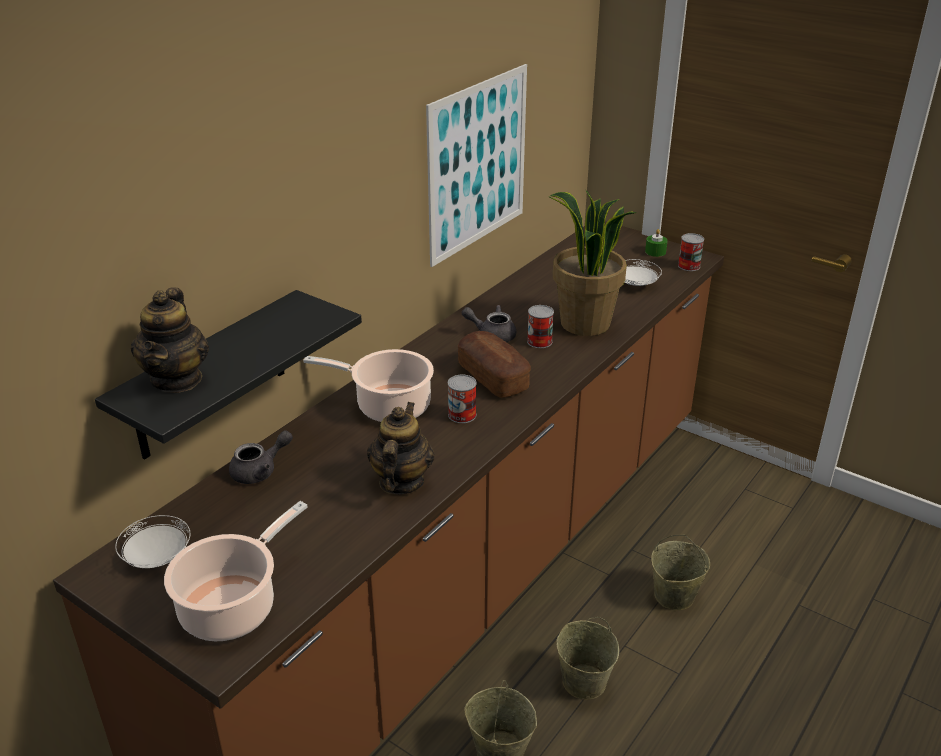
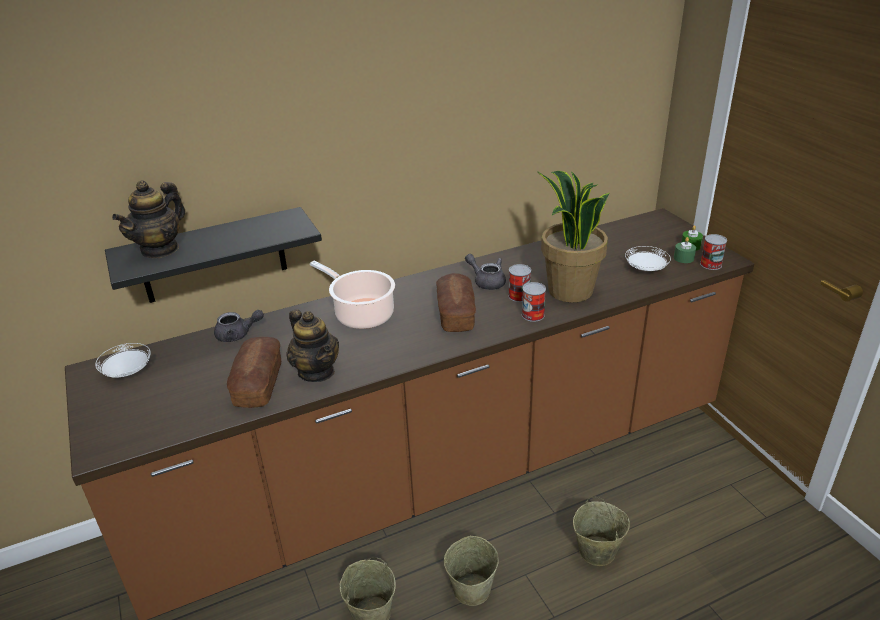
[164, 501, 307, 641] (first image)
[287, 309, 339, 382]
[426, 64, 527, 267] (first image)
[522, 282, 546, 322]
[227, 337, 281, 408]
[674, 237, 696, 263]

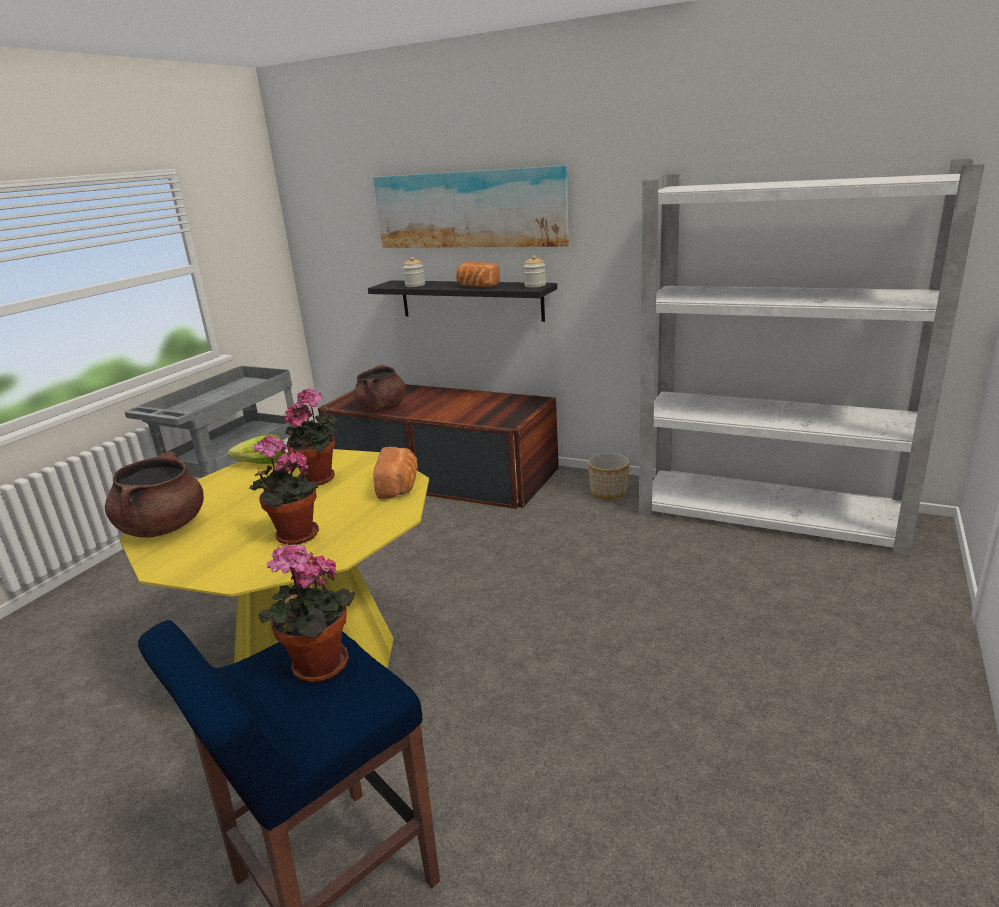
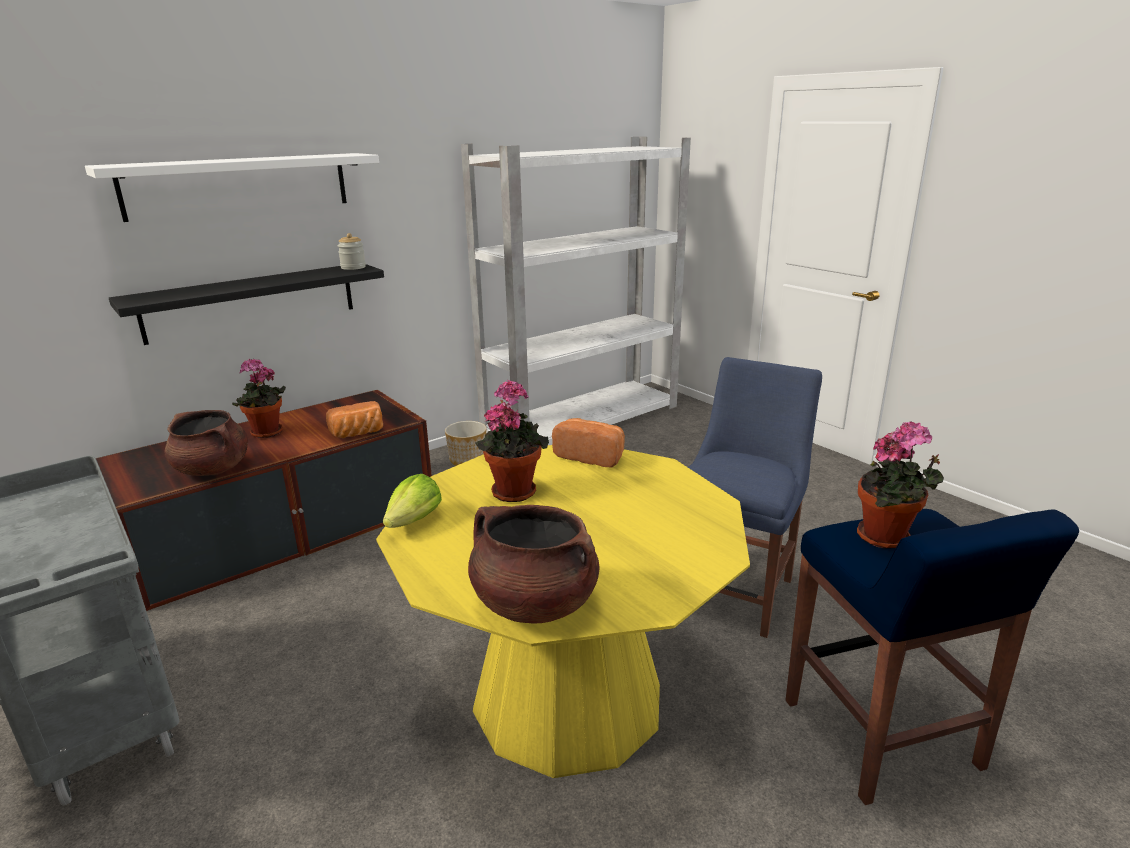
[232, 359, 286, 438]
[85, 153, 379, 222]
[403, 257, 425, 287] (first image)
[326, 401, 383, 439]
[688, 357, 822, 638]

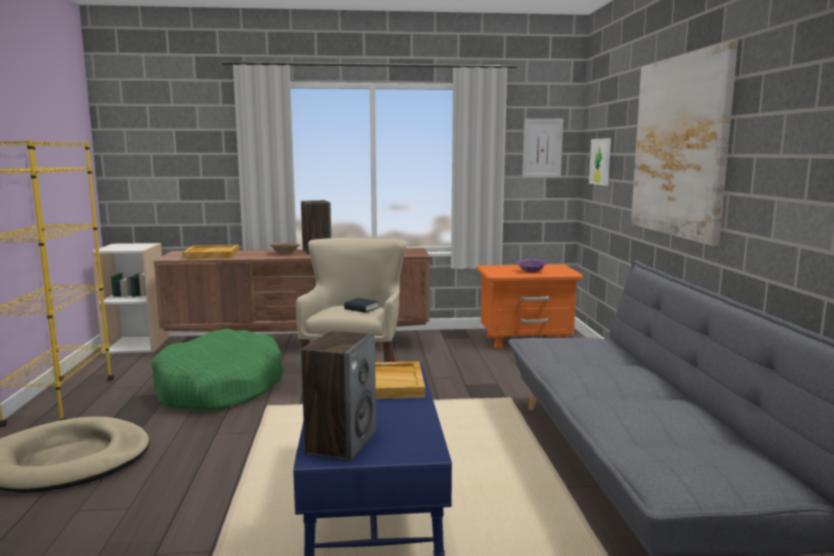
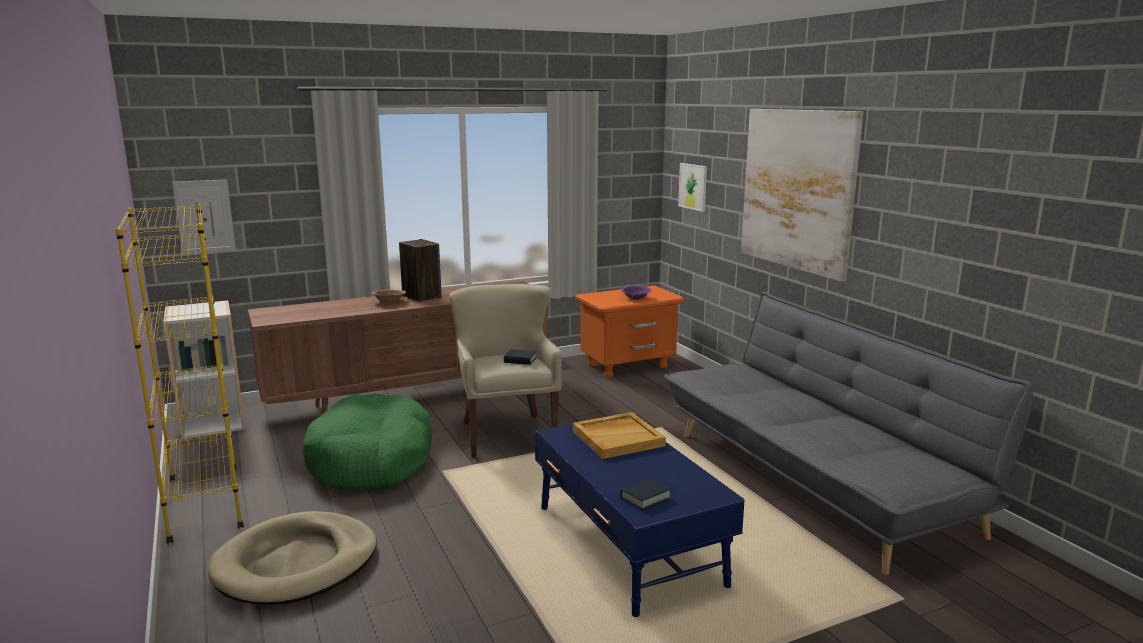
[182, 245, 239, 259] (first image)
[620, 478, 672, 510]
[172, 180, 236, 255]

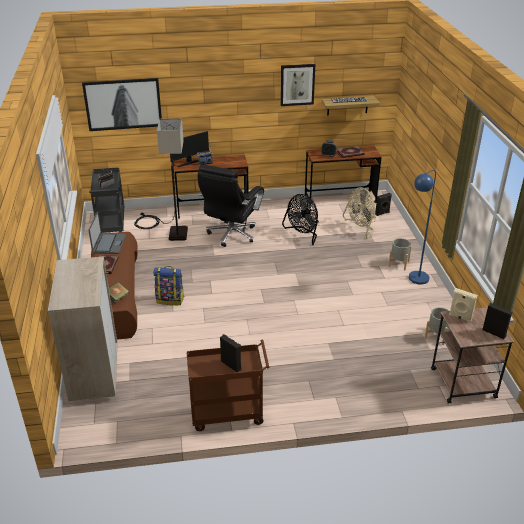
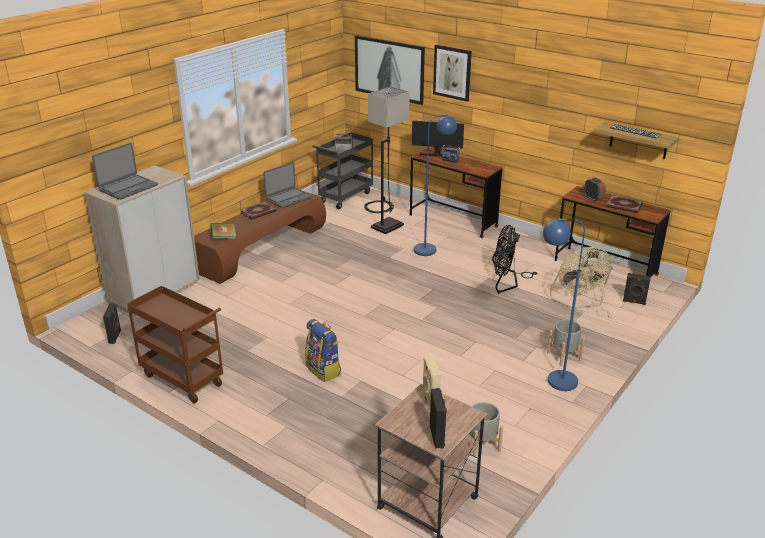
[305, 319, 341, 382]
[414, 115, 457, 256]
[103, 303, 121, 344]
[433, 45, 472, 102]
[550, 247, 613, 318]
[92, 143, 158, 200]

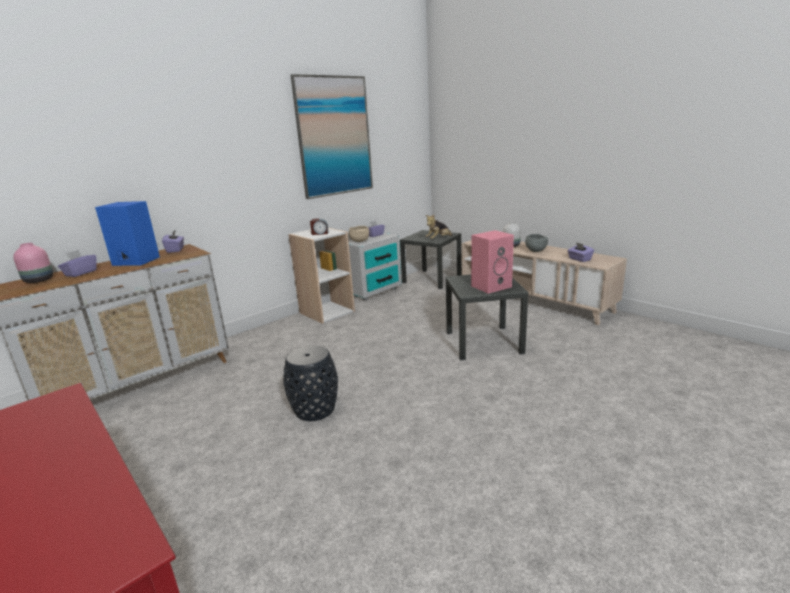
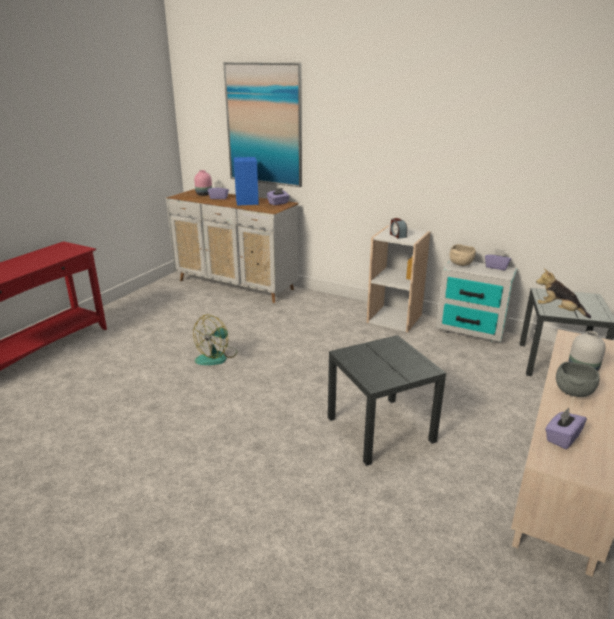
[193, 314, 237, 365]
[223, 62, 302, 187]
[471, 230, 514, 294] (first image)

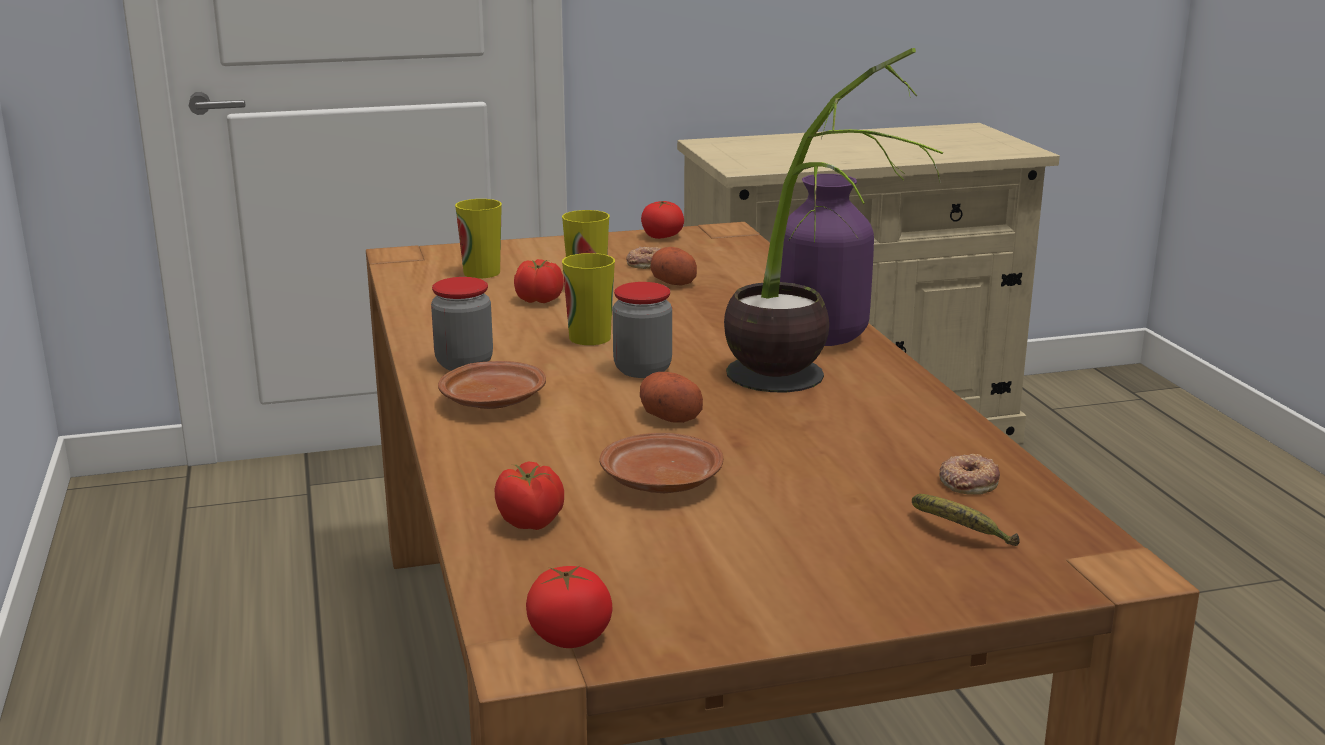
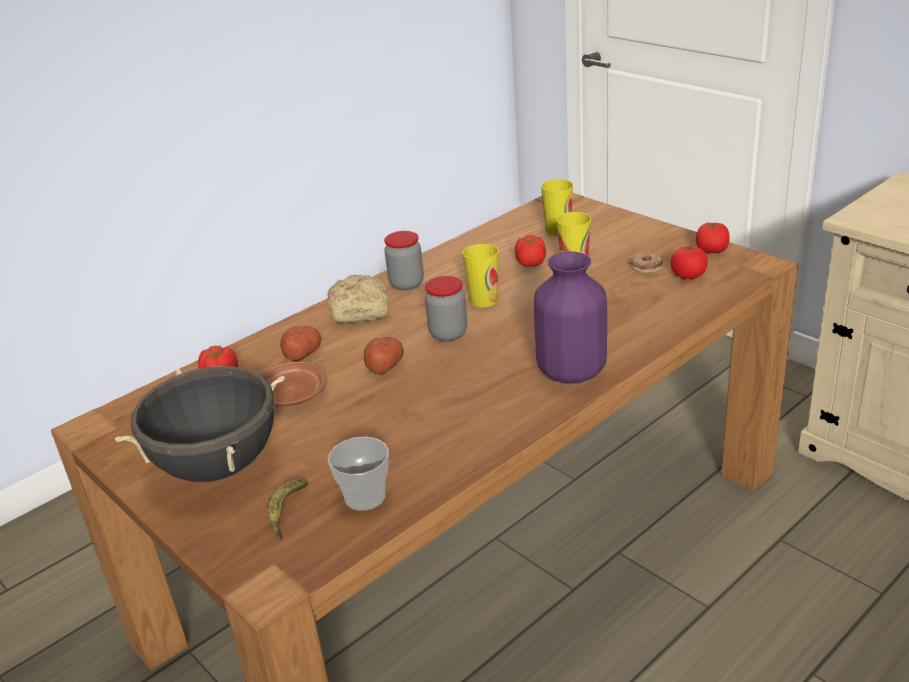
[327, 275, 388, 323]
[670, 245, 708, 279]
[280, 326, 321, 362]
[724, 48, 943, 392] (first image)
[328, 437, 389, 511]
[115, 366, 285, 482]

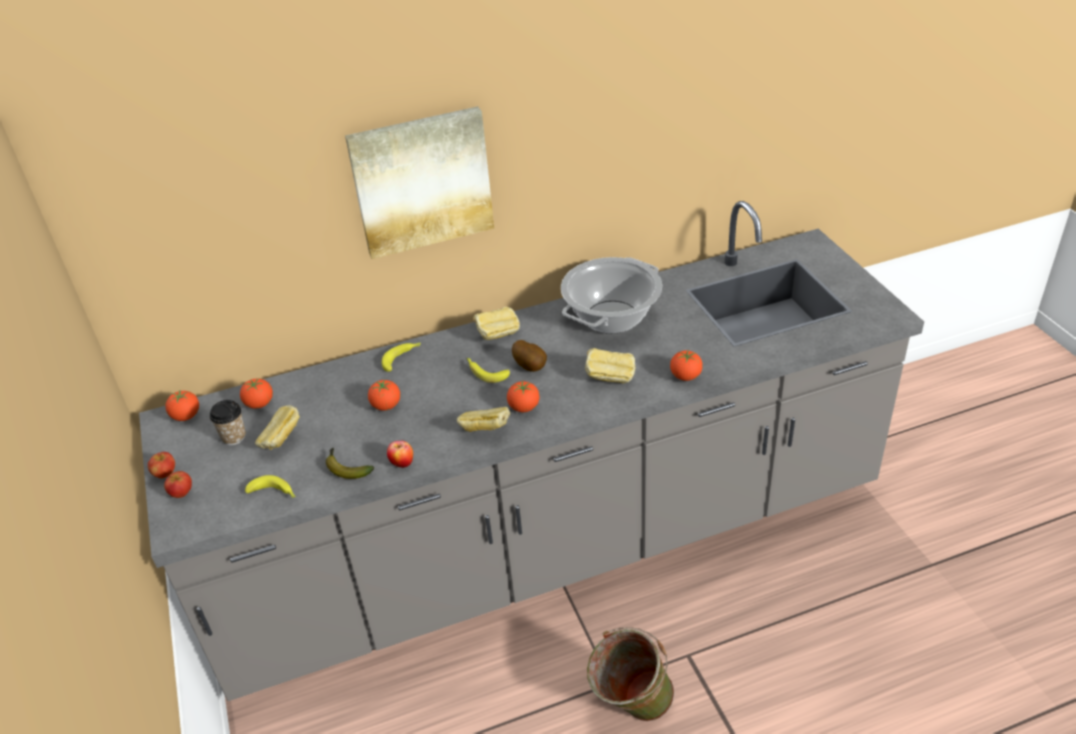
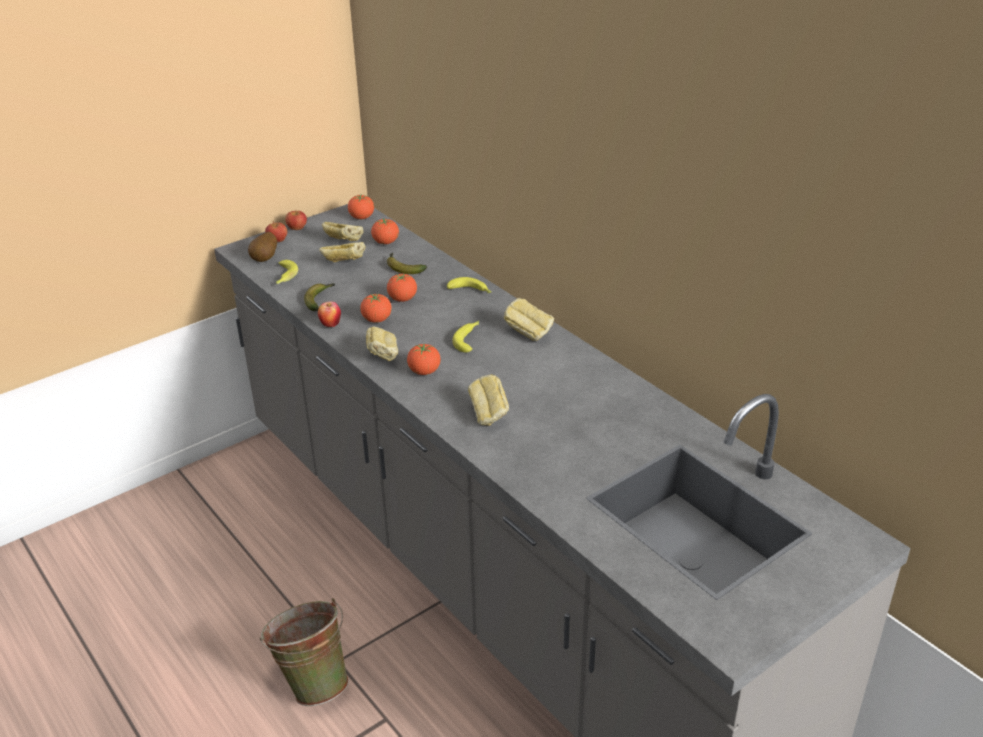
[322, 222, 364, 241]
[345, 106, 494, 259] (first image)
[248, 232, 277, 262]
[561, 257, 662, 334] (first image)
[360, 293, 392, 323]
[387, 253, 427, 274]

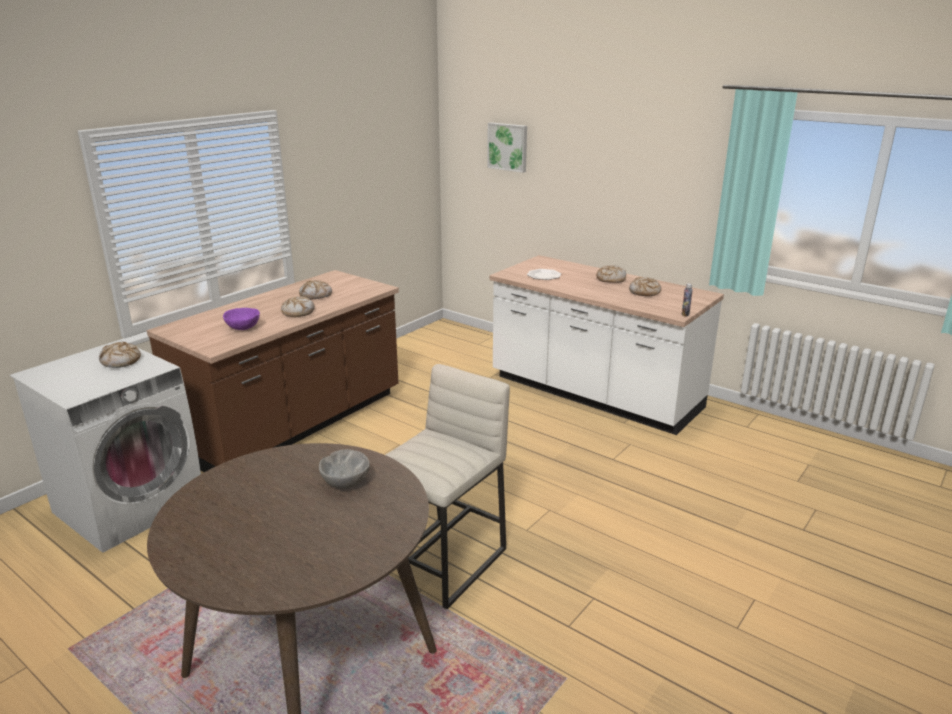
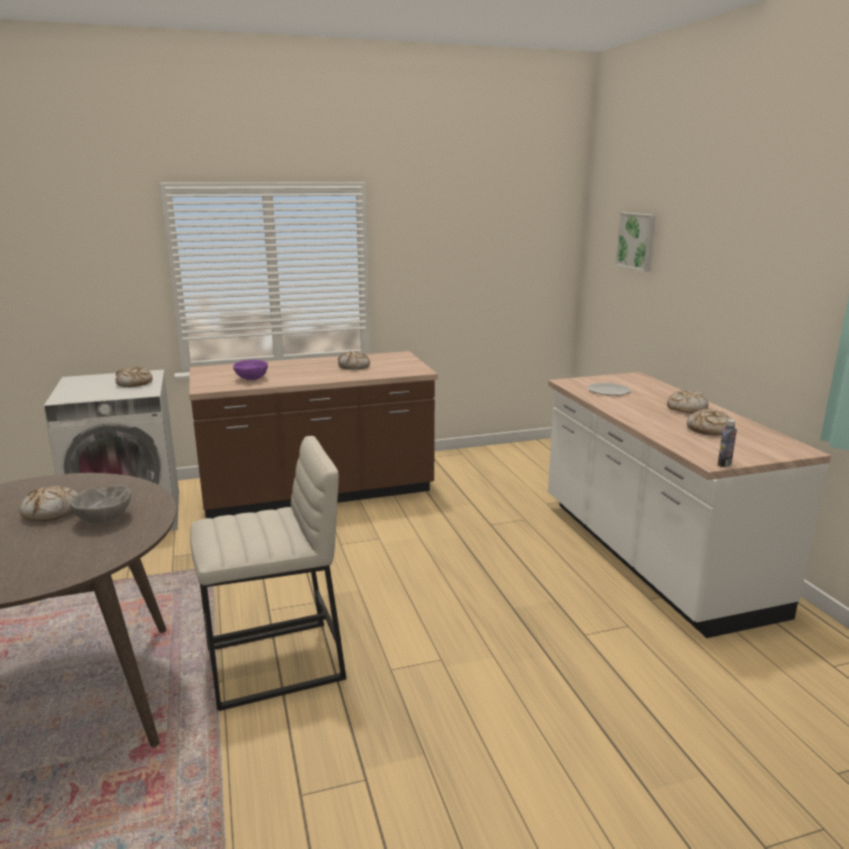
[19, 486, 78, 522]

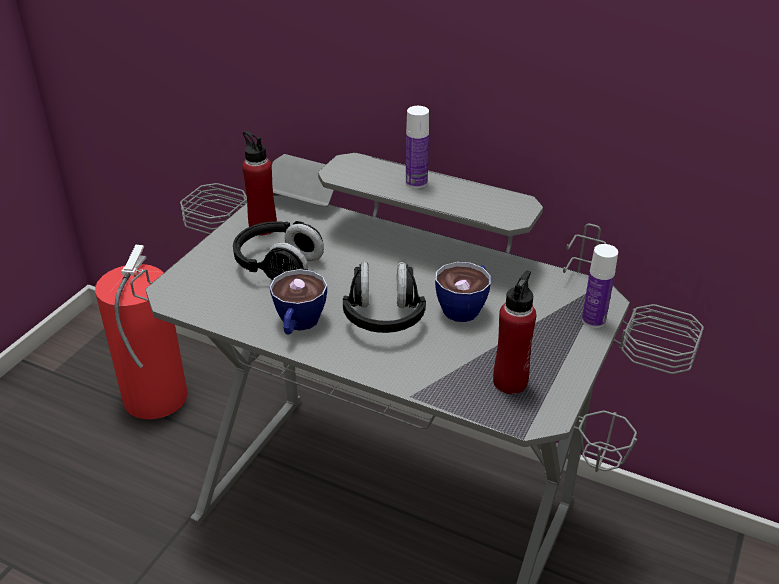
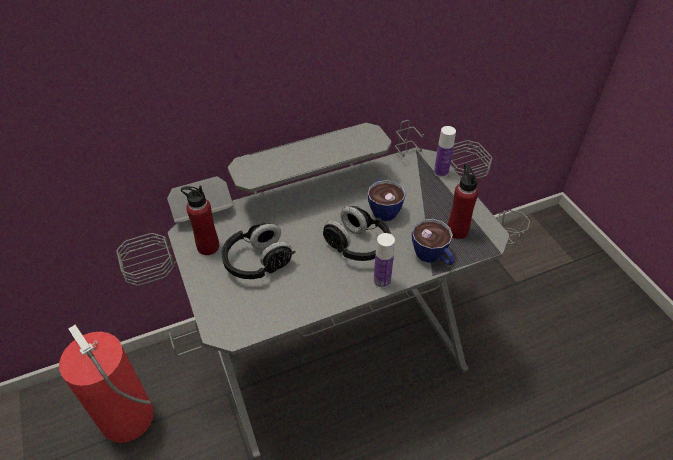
[412, 219, 455, 265]
[374, 233, 395, 288]

